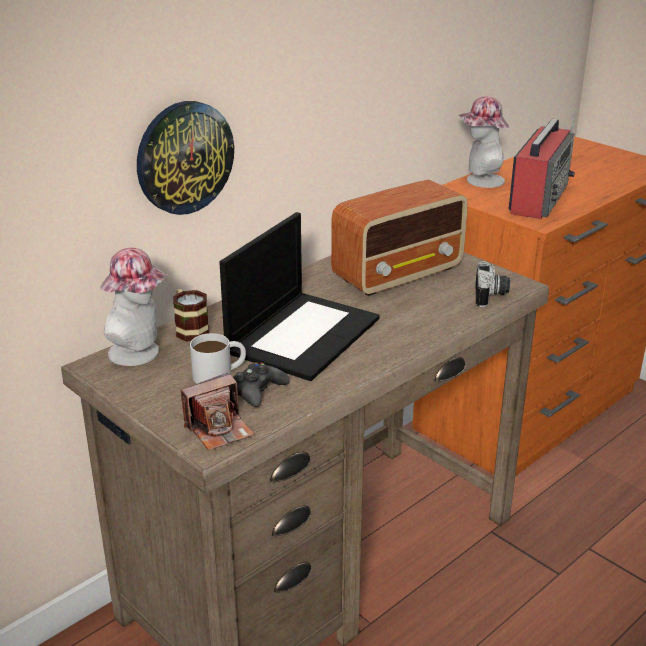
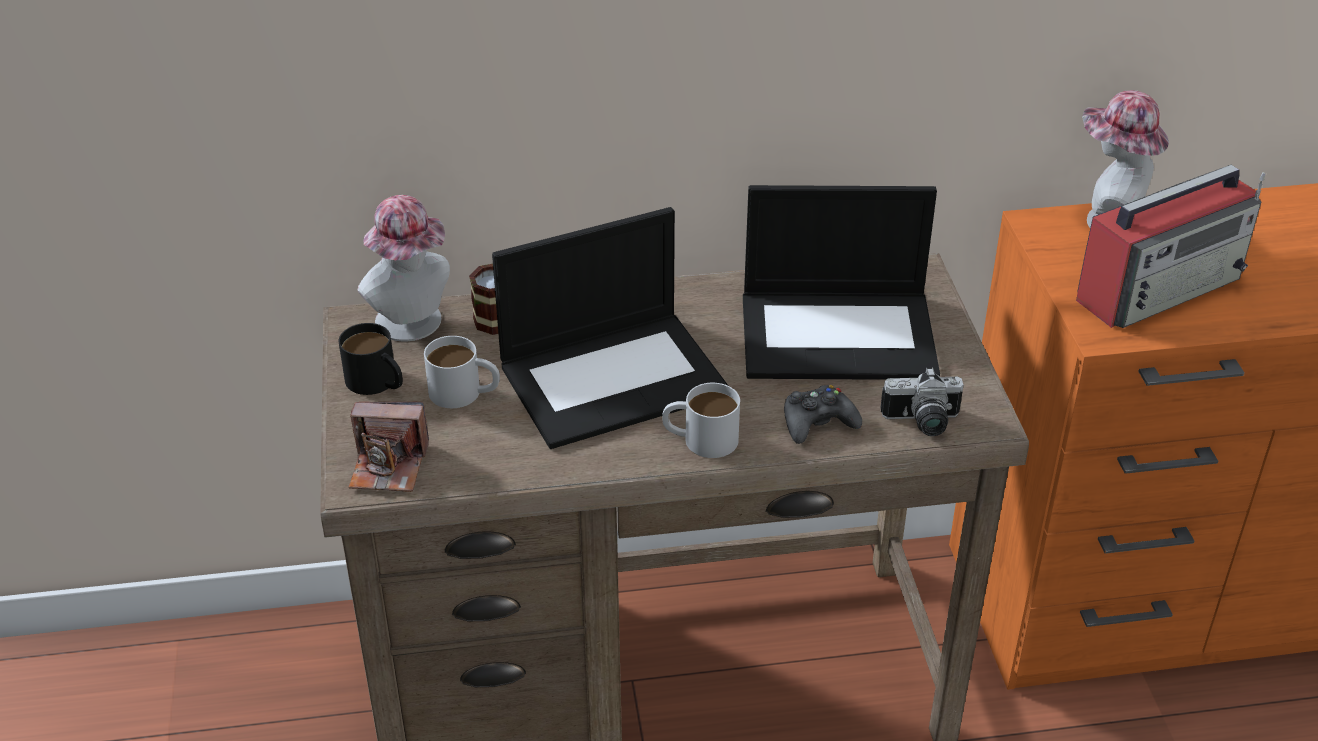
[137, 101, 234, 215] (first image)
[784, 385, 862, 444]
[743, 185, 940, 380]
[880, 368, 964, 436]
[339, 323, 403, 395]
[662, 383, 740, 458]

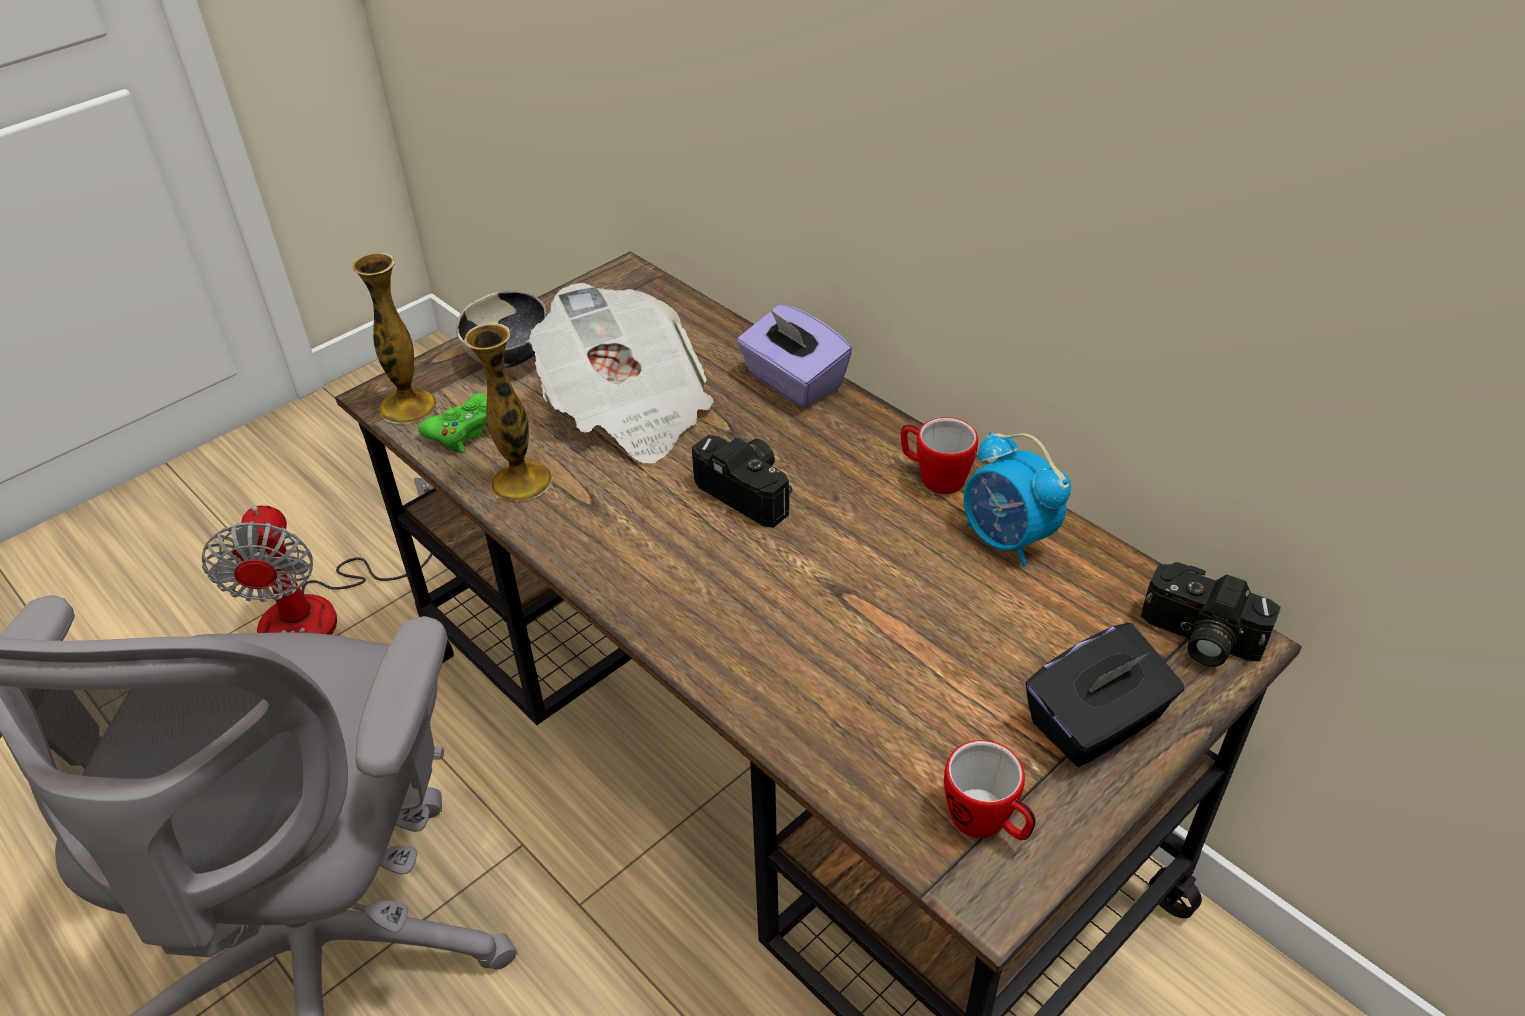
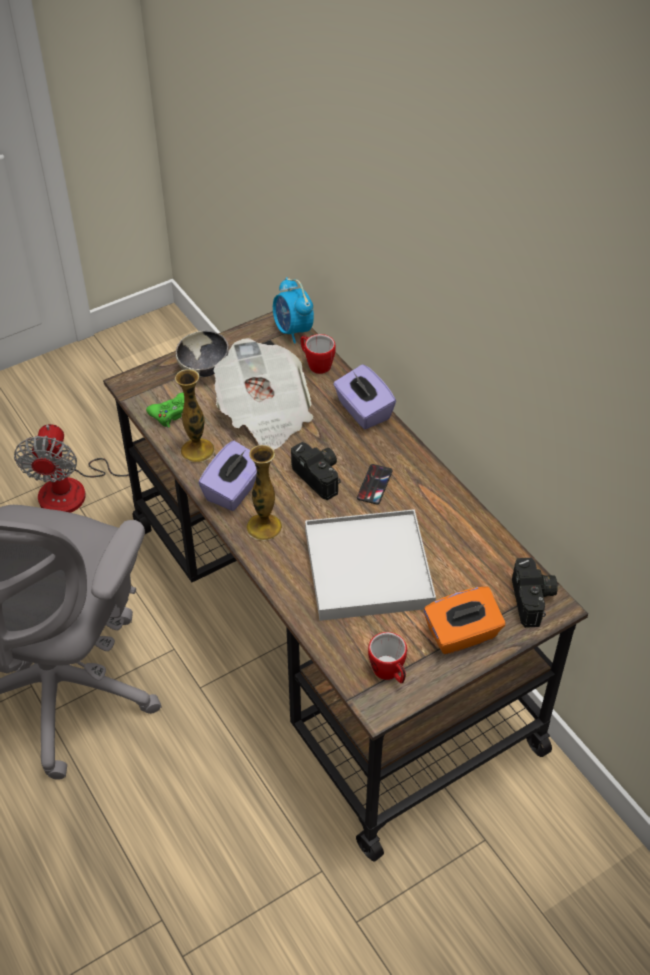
[246, 445, 282, 541]
[300, 334, 336, 374]
[273, 277, 314, 343]
[424, 586, 505, 655]
[512, 558, 557, 628]
[198, 441, 257, 511]
[305, 509, 436, 621]
[357, 464, 393, 505]

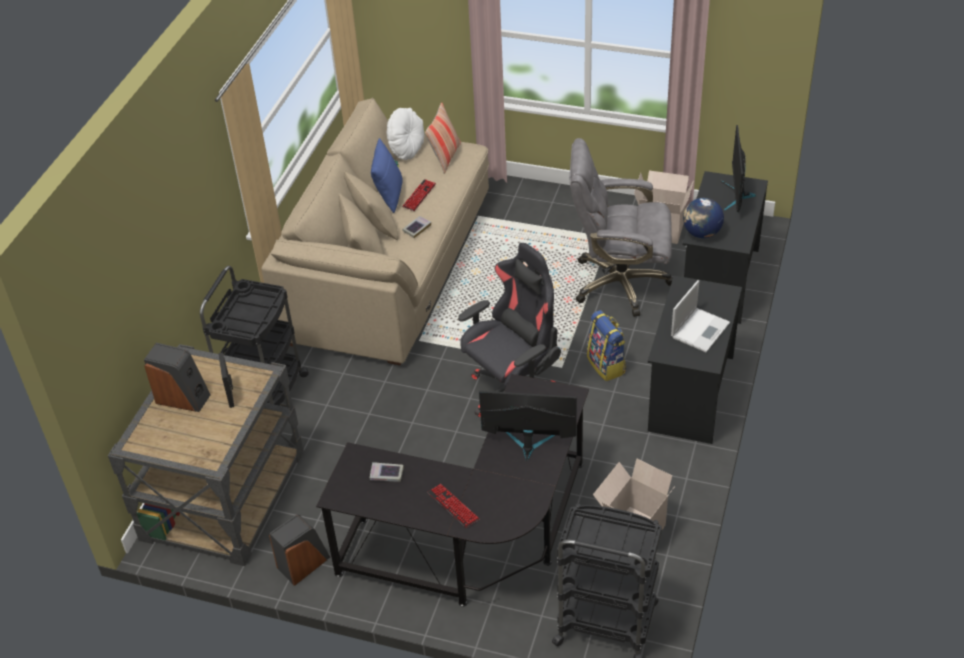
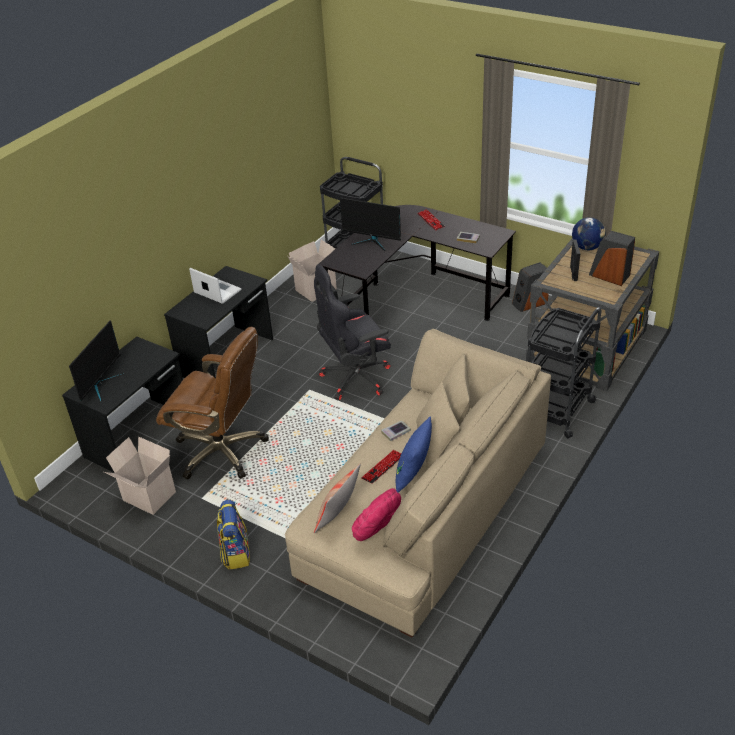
[352, 488, 401, 541]
[156, 327, 269, 479]
[217, 500, 250, 569]
[189, 268, 241, 304]
[572, 217, 606, 250]

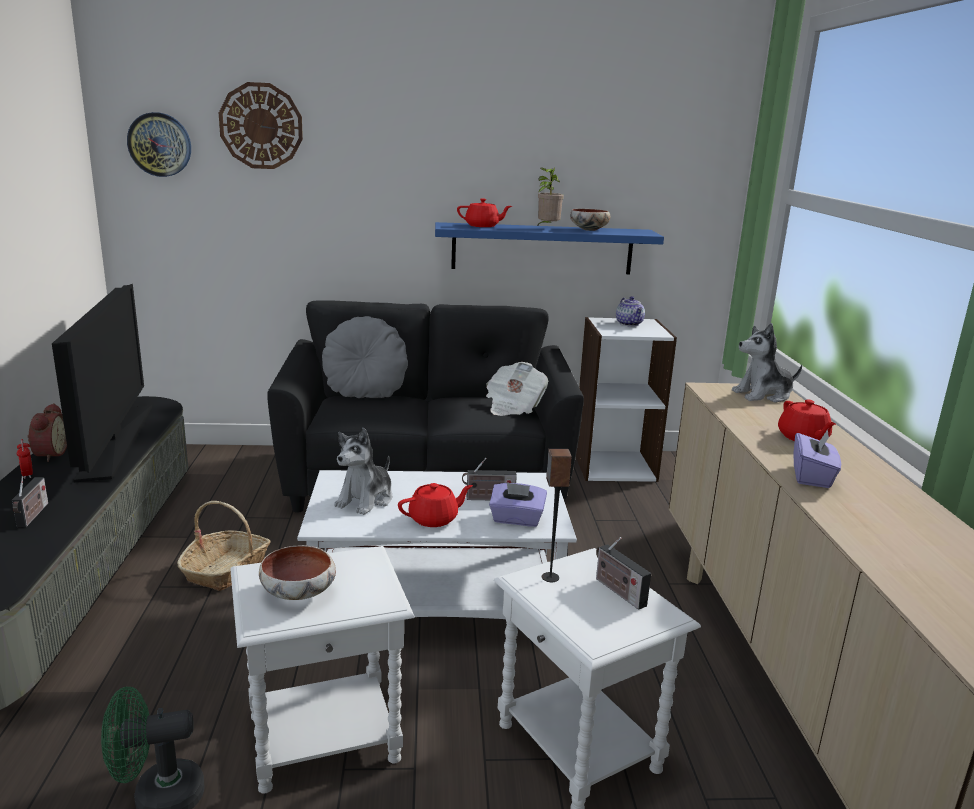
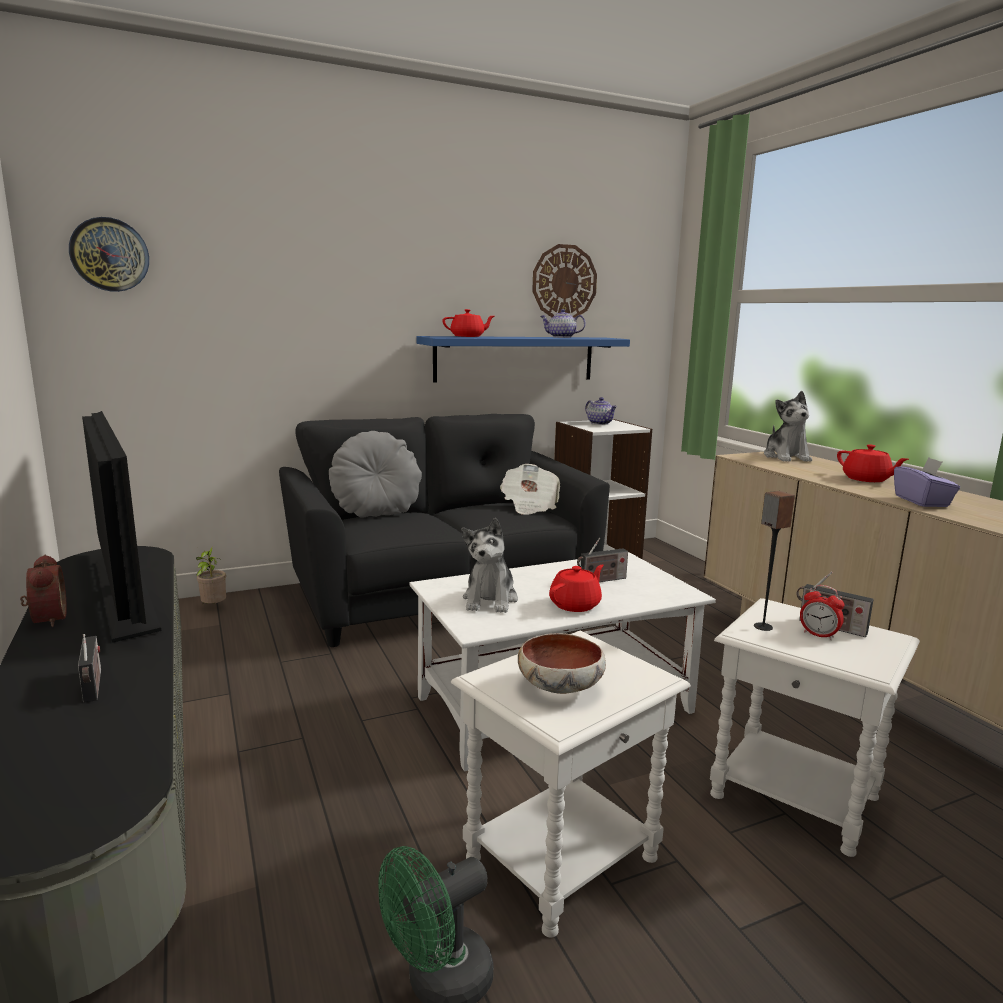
[800, 585, 845, 640]
[177, 501, 271, 591] (first image)
[532, 244, 597, 318]
[489, 482, 547, 527] (first image)
[196, 547, 226, 604]
[540, 309, 586, 338]
[764, 391, 812, 462]

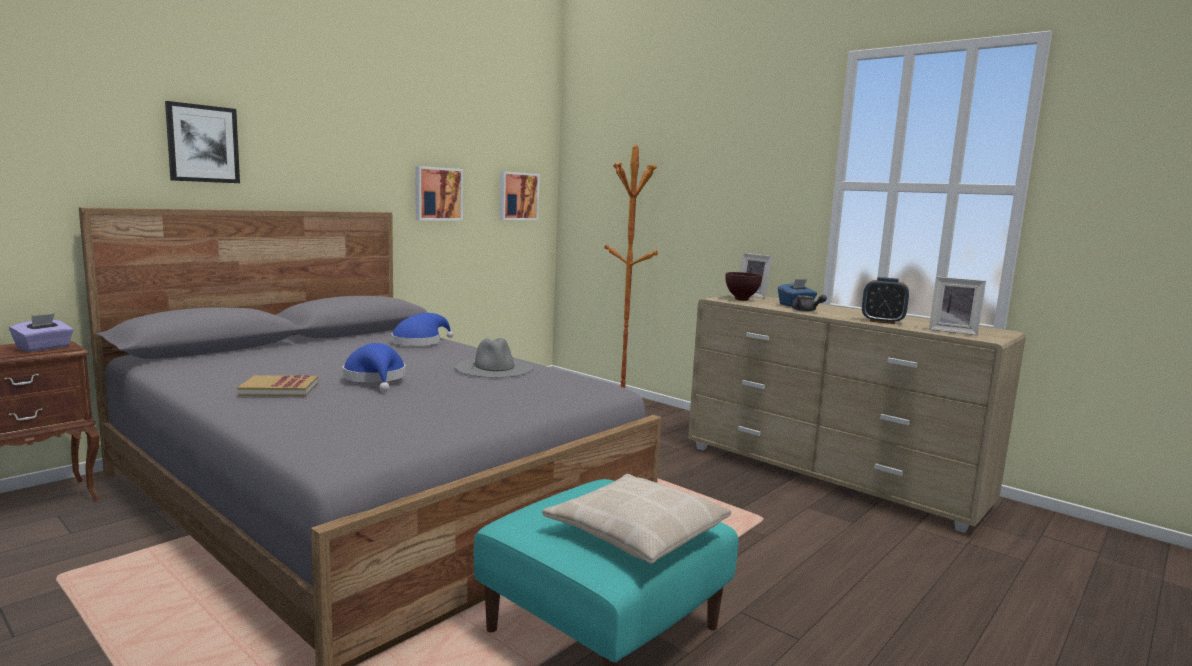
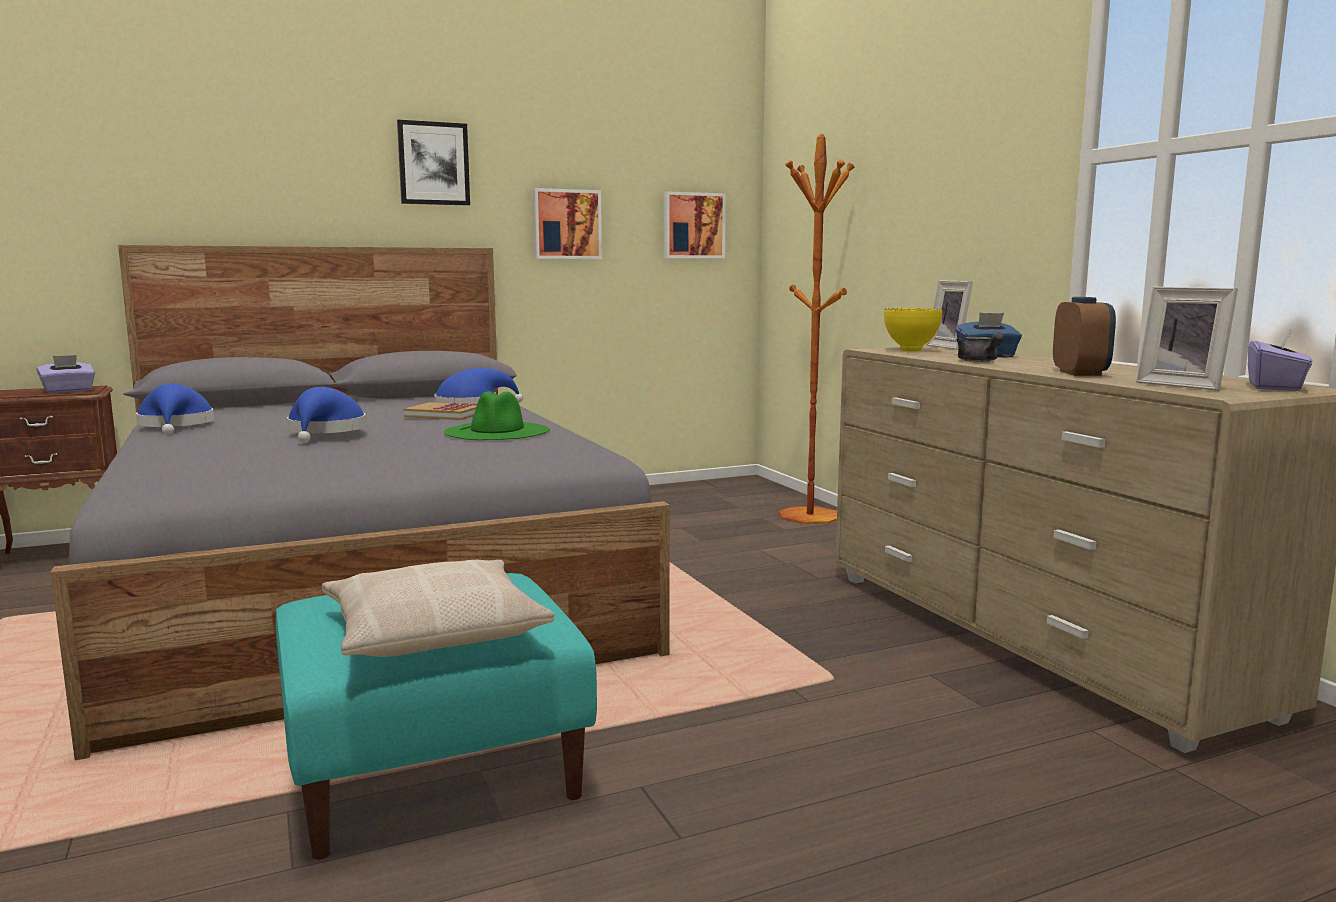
[397, 120, 470, 206]
[404, 402, 477, 420]
[444, 391, 550, 440]
[884, 308, 942, 351]
[1053, 297, 1116, 376]
[136, 384, 214, 435]
[1248, 328, 1312, 391]

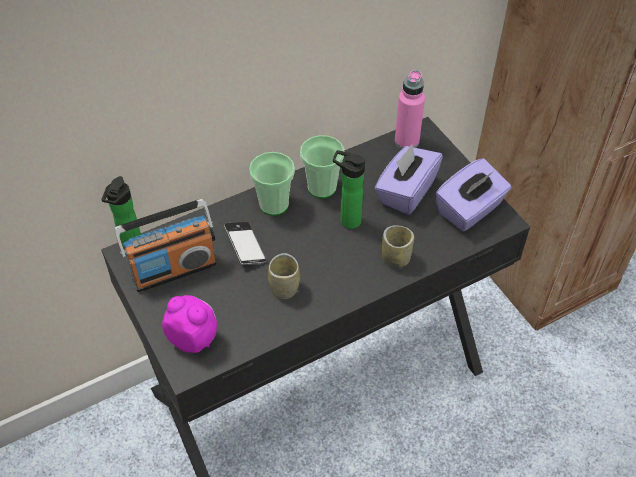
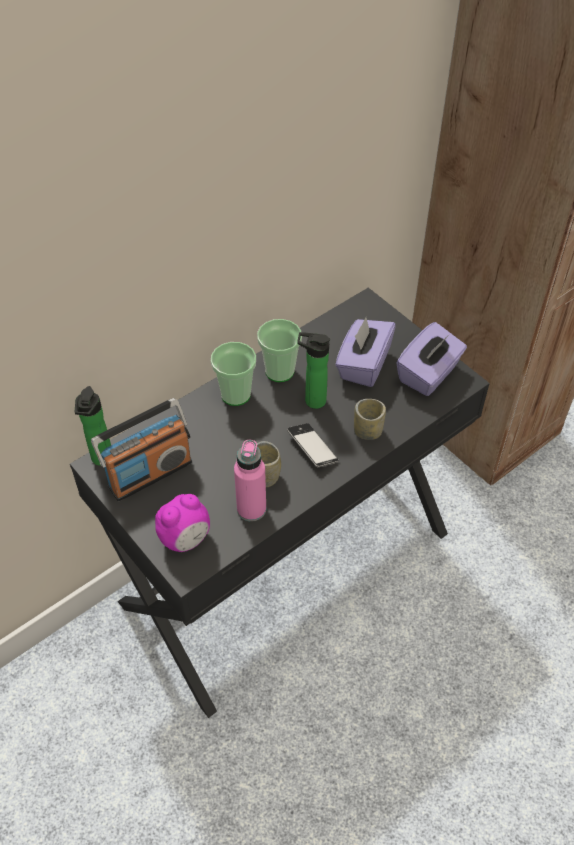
[155, 494, 210, 552]
[287, 423, 339, 468]
[234, 440, 266, 522]

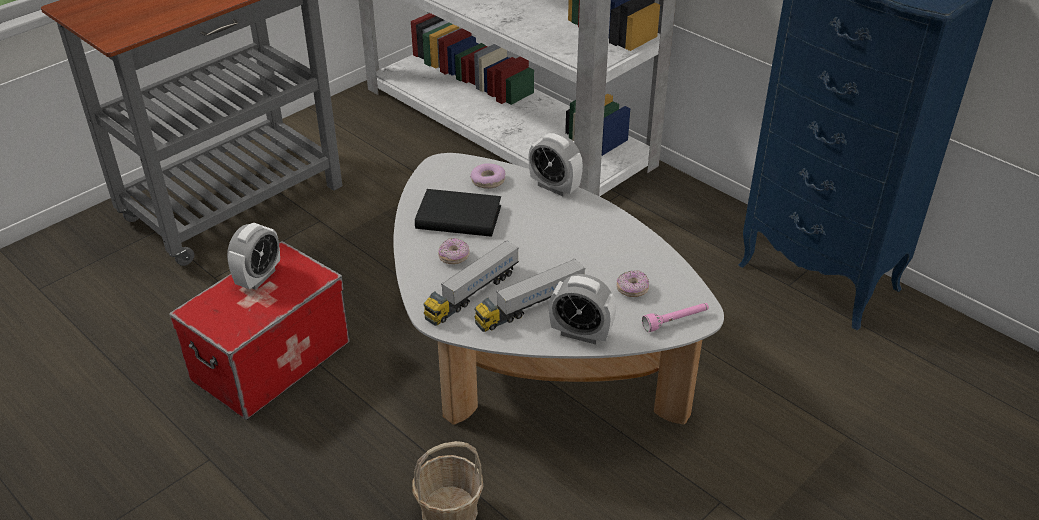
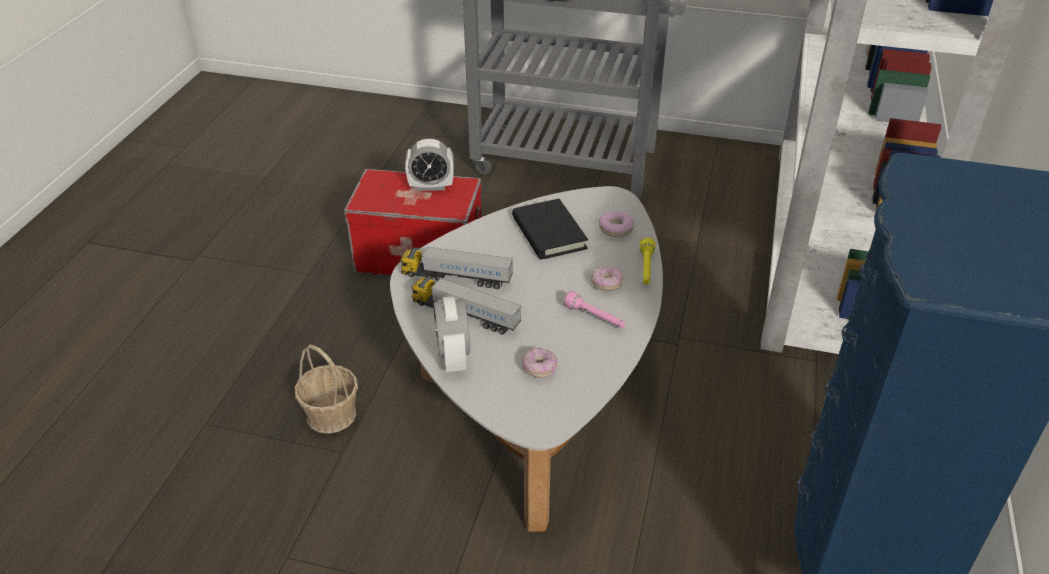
[591, 266, 623, 291]
[640, 238, 655, 285]
[563, 291, 625, 328]

